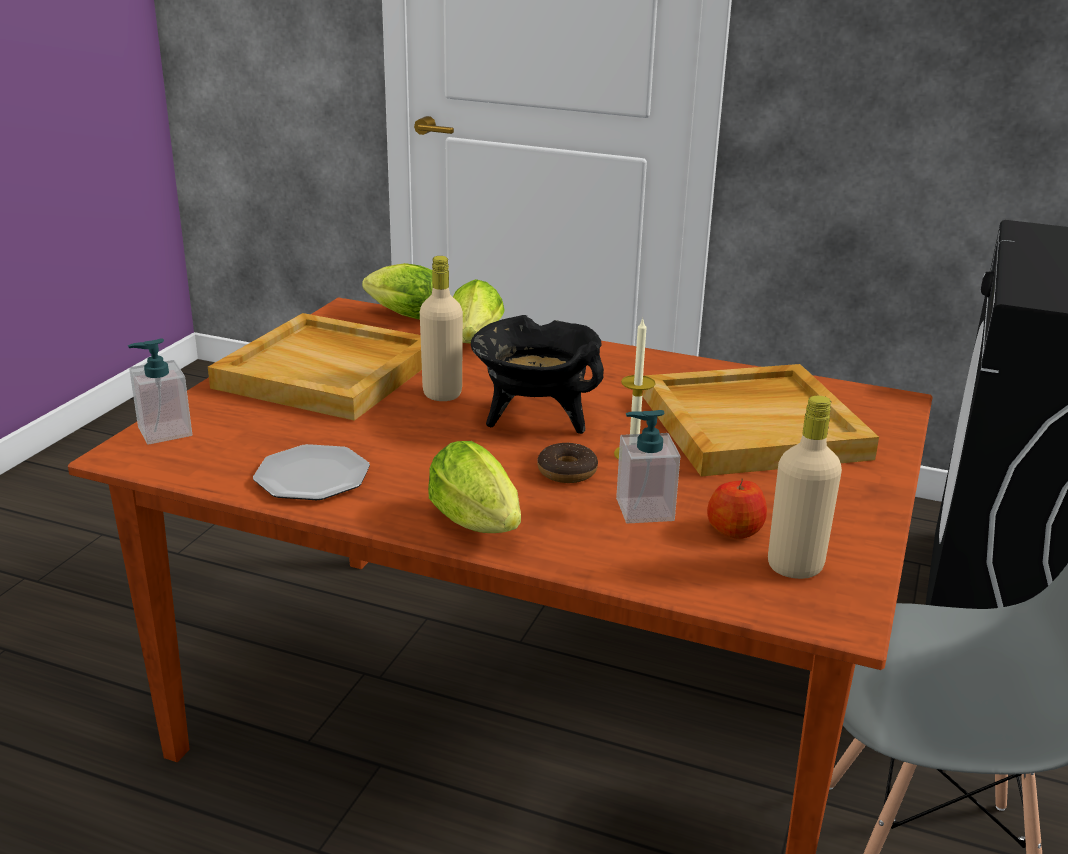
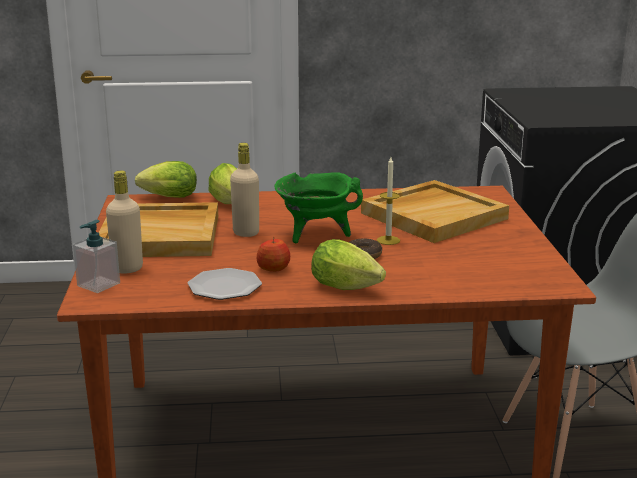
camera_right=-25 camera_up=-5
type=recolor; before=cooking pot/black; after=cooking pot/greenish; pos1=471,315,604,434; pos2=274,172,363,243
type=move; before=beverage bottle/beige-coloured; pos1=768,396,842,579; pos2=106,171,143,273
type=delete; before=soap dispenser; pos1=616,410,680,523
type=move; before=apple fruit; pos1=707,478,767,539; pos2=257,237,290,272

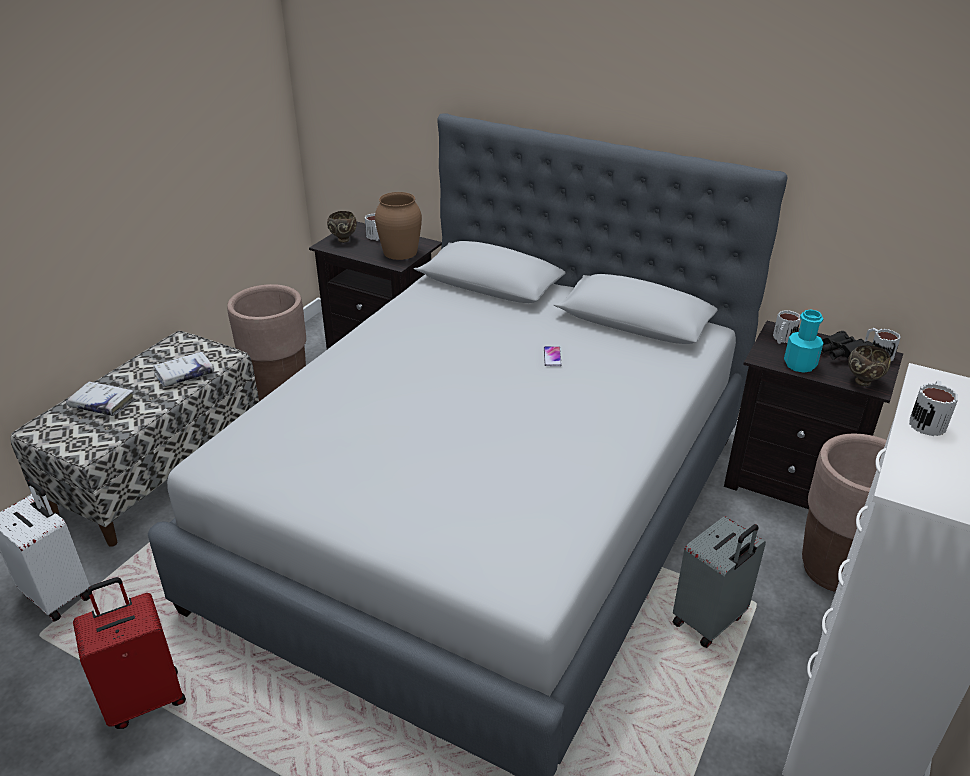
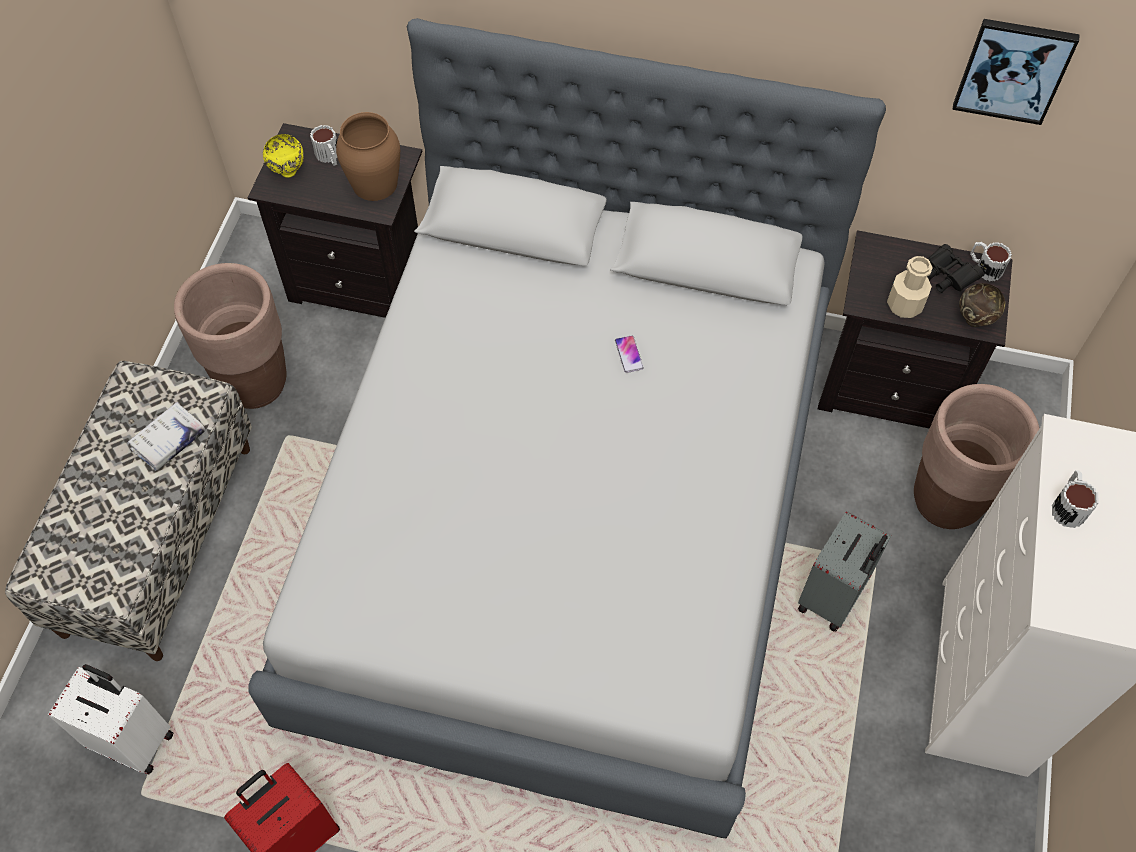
camera_right=-15 camera_up=25
type=recolor; before=deep dish/brownish; after=deep dish/yellow-coloured; pos1=327,211,357,243; pos2=263,134,304,178
type=delete; before=mug; pos1=773,310,801,344
type=recolor; before=beverage bottle/turquoise; after=beverage bottle/beige-coloured; pos1=784,310,823,373; pos2=887,256,933,318
type=delete; before=book/whitish; pos1=66,382,135,416
type=insert; after=wall picture; pos2=952,19,1080,125

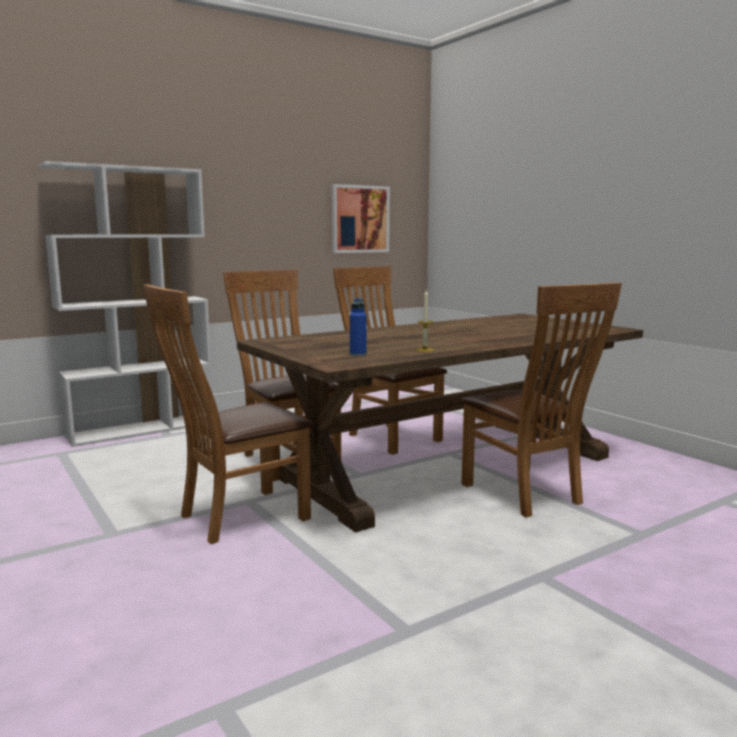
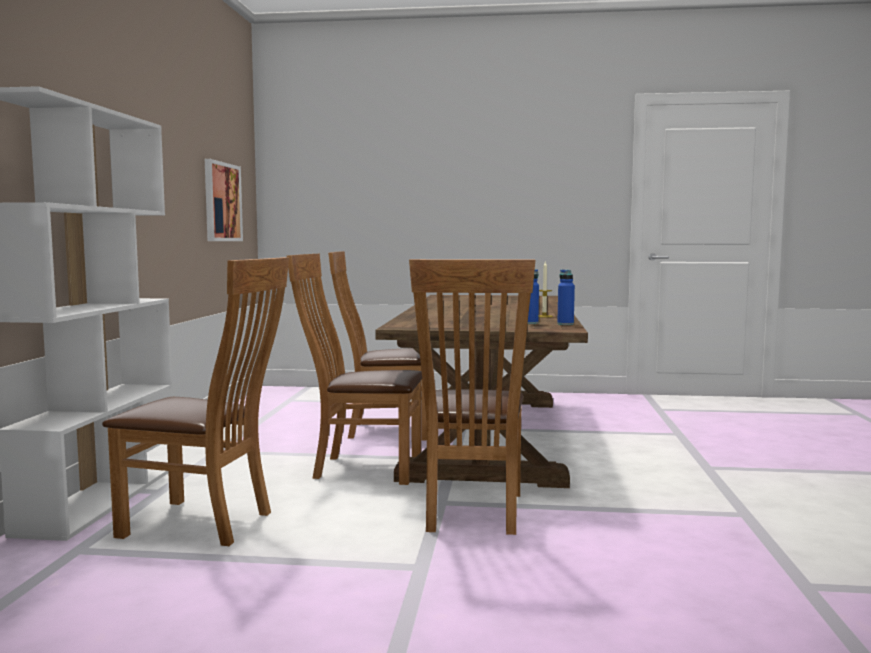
camera_right=-50 camera_up=-5
type=move; before=plain chair/brownish; pos1=461,283,622,517; pos2=102,257,289,546
type=insert; after=beverage bottle/bluish; pos2=557,270,575,325

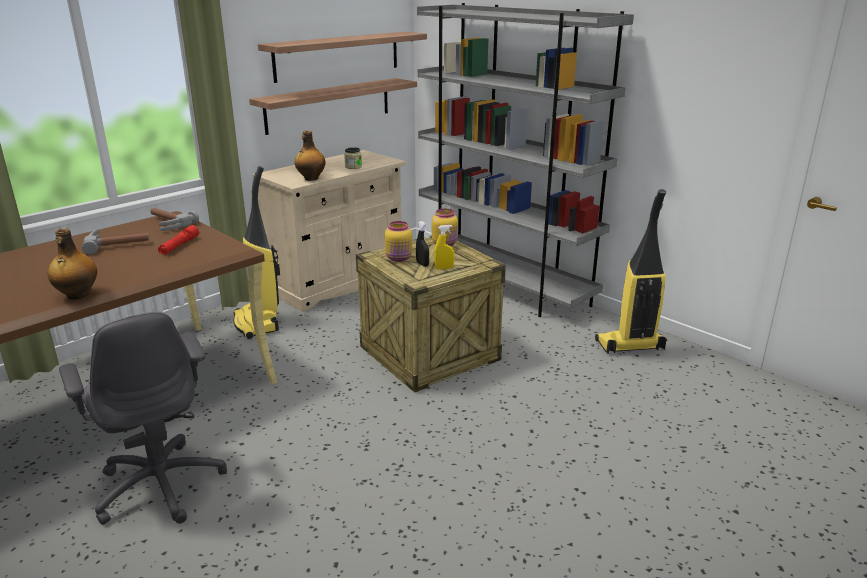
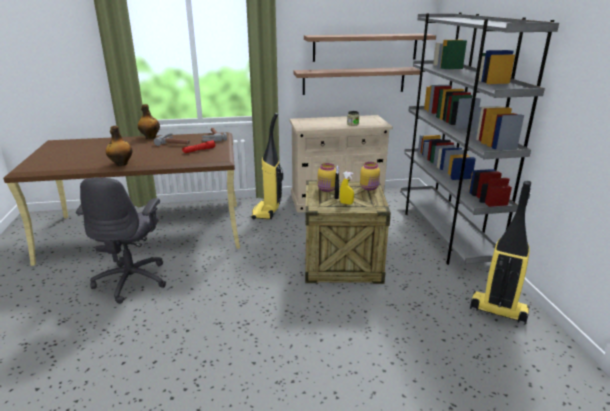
camera_right=35 camera_up=0
type=move; before=beverage bottle; pos1=295,131,326,181; pos2=138,104,160,139

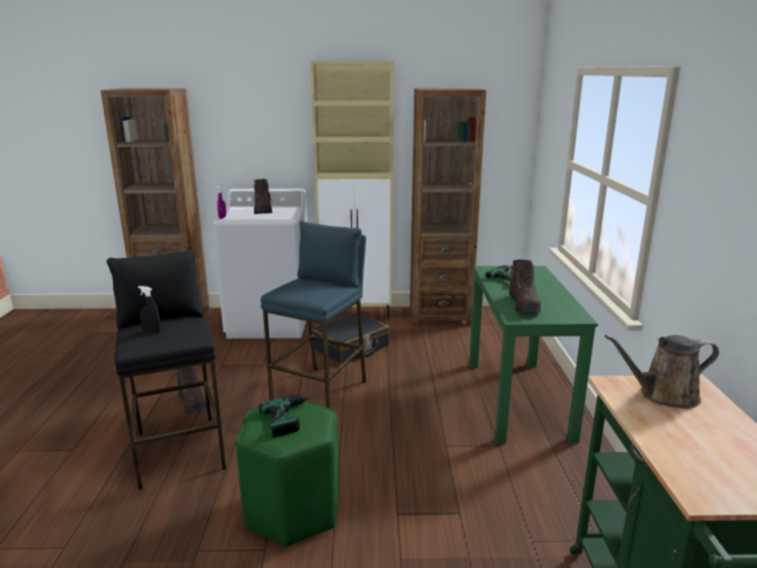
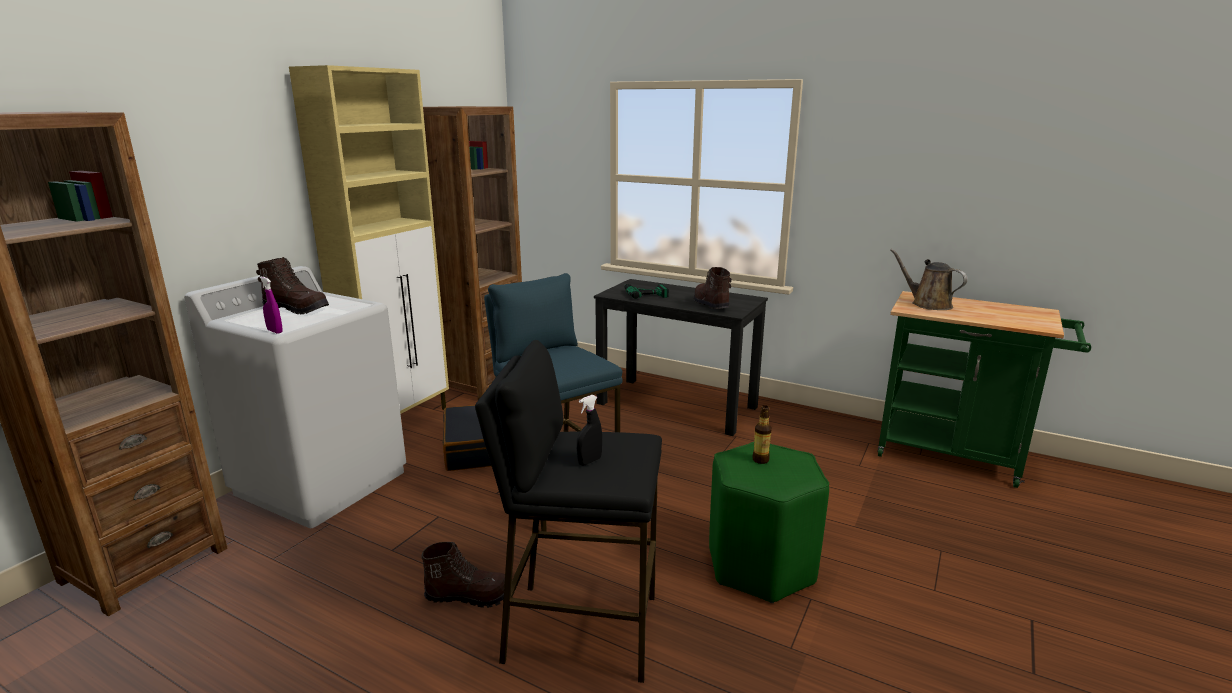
camera_right=-60 camera_up=0
type=rotate; before=high-top boot/brownish; pos1=509,260,541,312; pos2=694,267,732,309; turn=-135
type=recolor; before=desk/greenish; after=desk/black; pos1=469,266,598,444; pos2=594,279,768,436
type=rotate; before=watering pot/brownish; pos1=605,335,719,409; pos2=890,249,968,310; turn=120
type=replace; before=power drill; after=beverage bottle; pos1=259,394,317,437; pos2=752,405,772,464

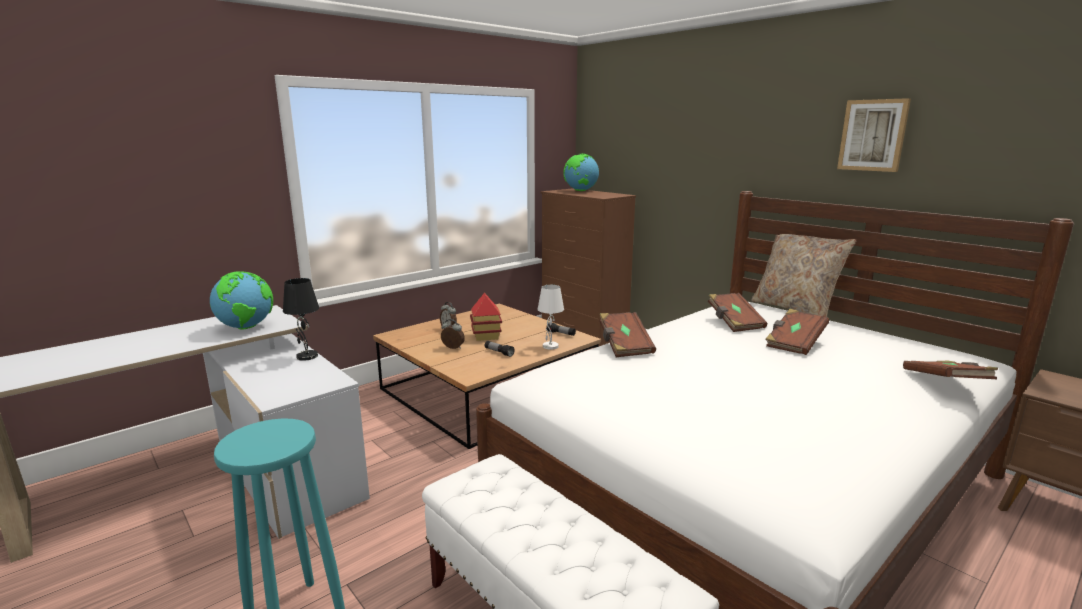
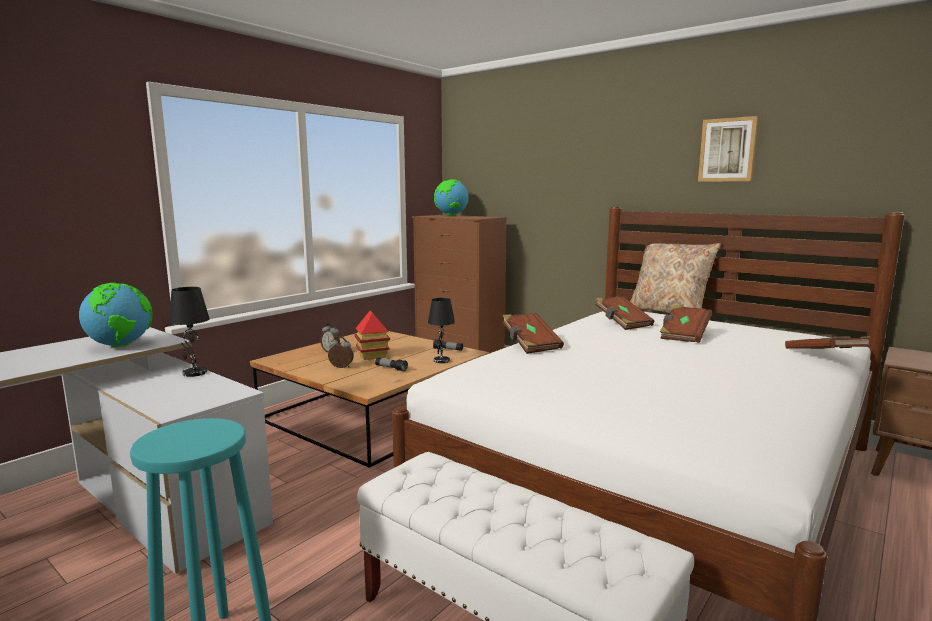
camera_right=-10 camera_up=-5
type=recolor; before=tabletop lamp/whitish; after=tabletop lamp/black; pos1=537,285,564,350; pos2=428,298,455,363

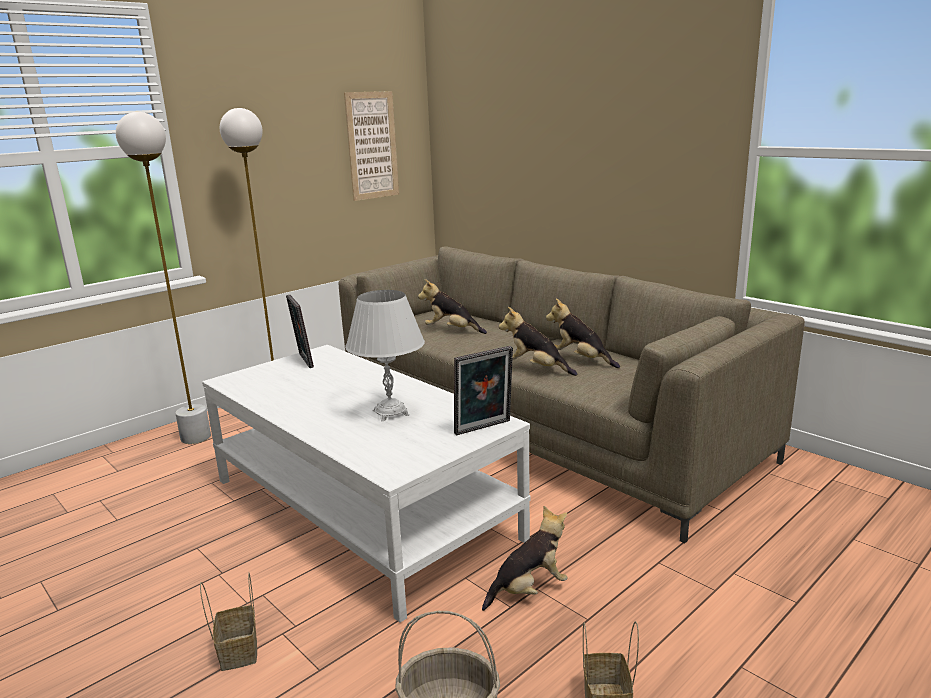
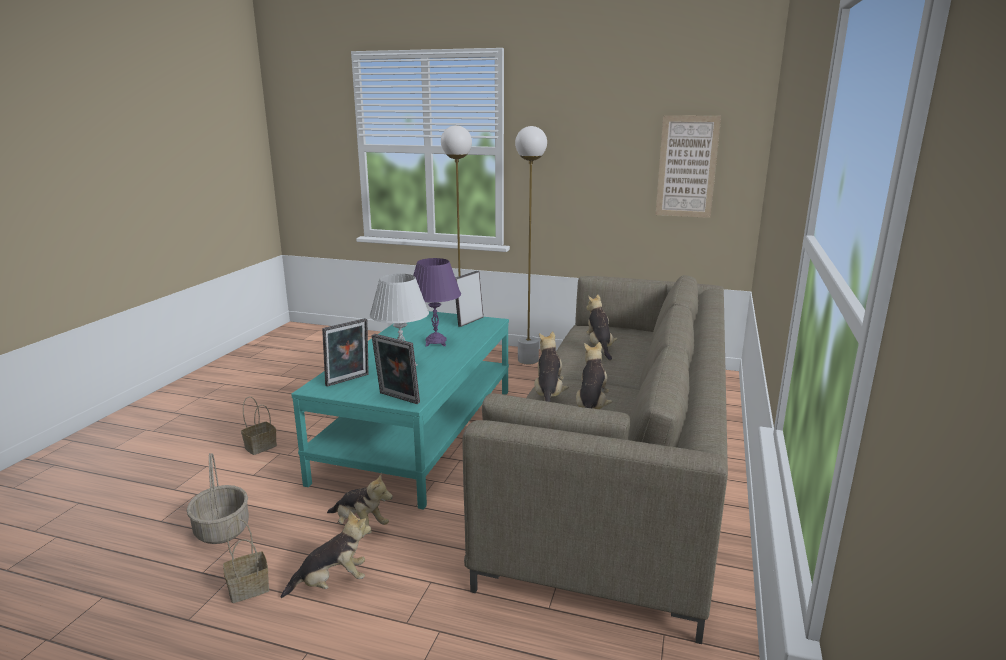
camera_right=60 camera_up=0
type=recolor; before=coffee table/whitish; after=coffee table/turquoise; pos1=202,345,531,623; pos2=291,311,509,510
type=insert; after=tabletop lamp/purple-coloured; pos2=413,258,461,347
type=insert; after=picture frame; pos2=322,318,369,387
type=insert; after=cuddly toy; pos2=281,510,371,598

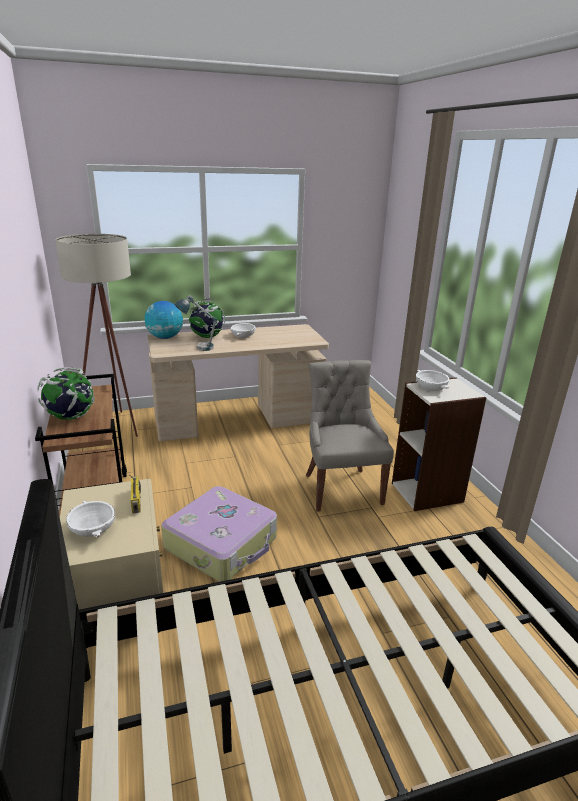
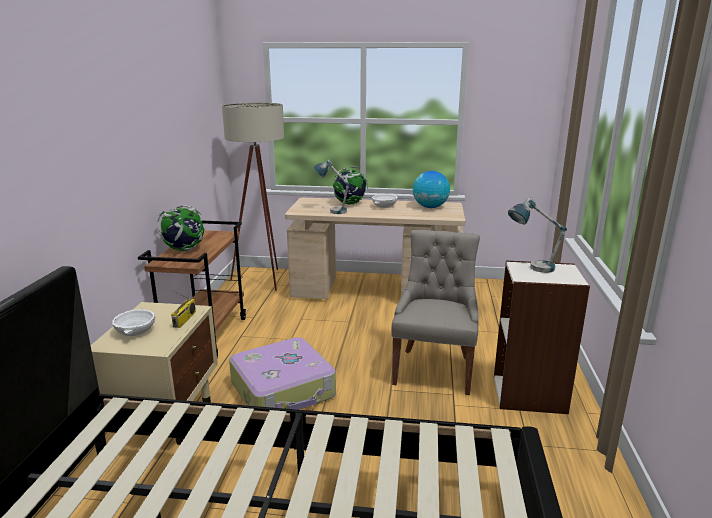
camera_right=25 camera_up=-5
type=move; before=world globe; pos1=145,301,183,339; pos2=413,171,450,208
type=replace; before=deep dish/whitish; after=tabletop lamp; pos1=416,370,450,391; pos2=508,197,567,273

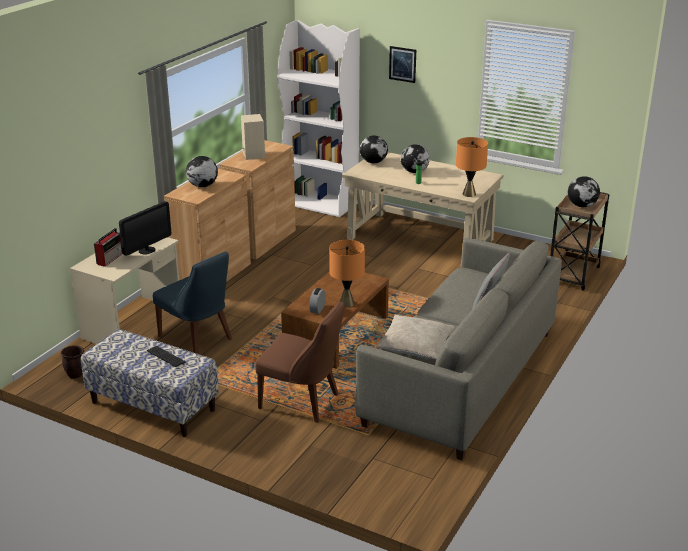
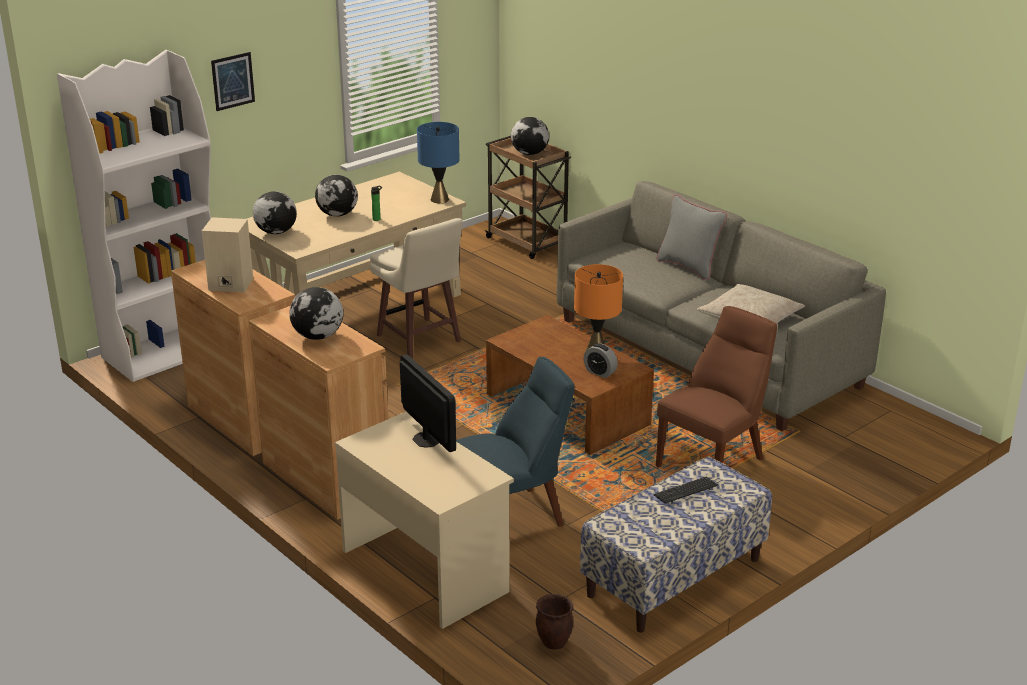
camera_right=-70 camera_up=0
type=recolor; before=tabletop lamp/orange; after=tabletop lamp/bluish; pos1=456,137,488,197; pos2=417,122,460,203
type=delete; before=radio set; pos1=94,228,123,267
type=insert; after=sitting stool/beige-coloured; pos2=370,218,463,358

